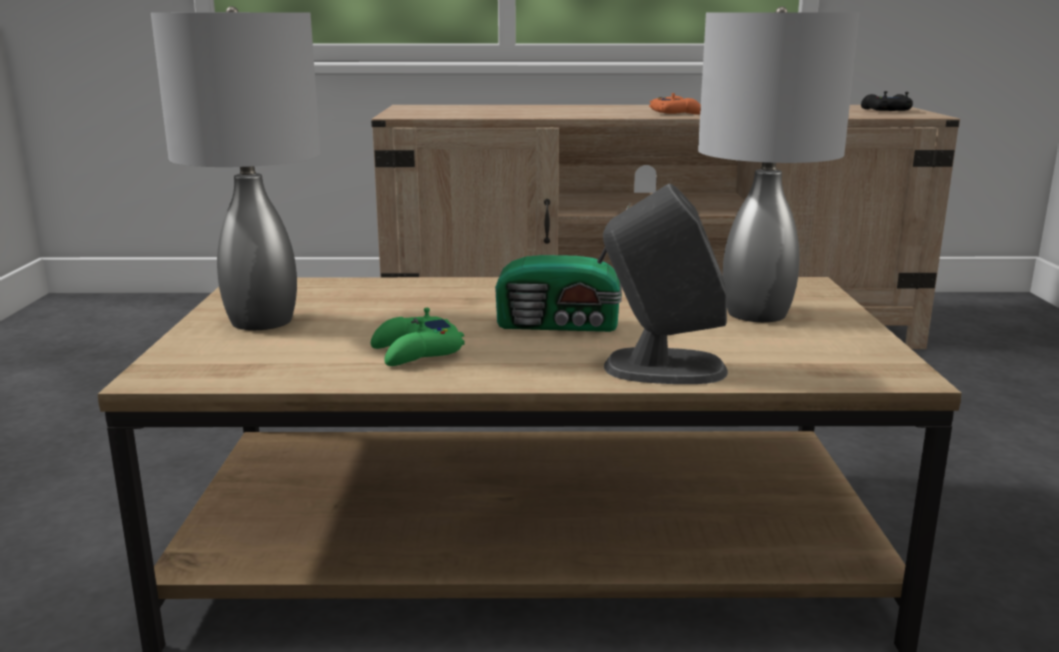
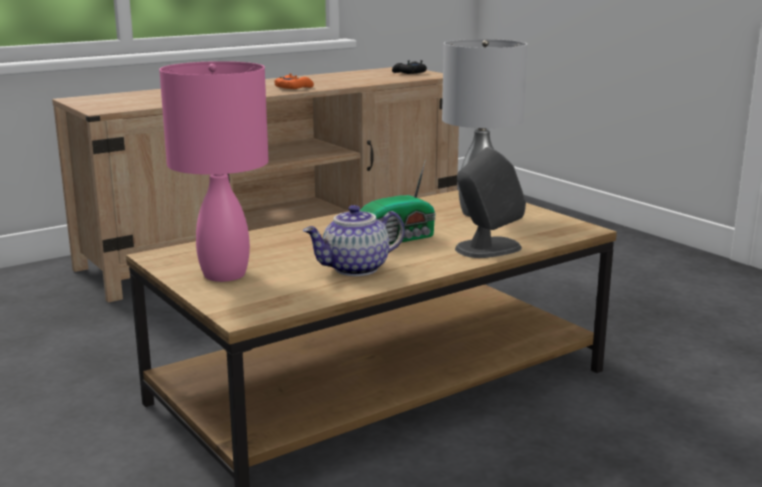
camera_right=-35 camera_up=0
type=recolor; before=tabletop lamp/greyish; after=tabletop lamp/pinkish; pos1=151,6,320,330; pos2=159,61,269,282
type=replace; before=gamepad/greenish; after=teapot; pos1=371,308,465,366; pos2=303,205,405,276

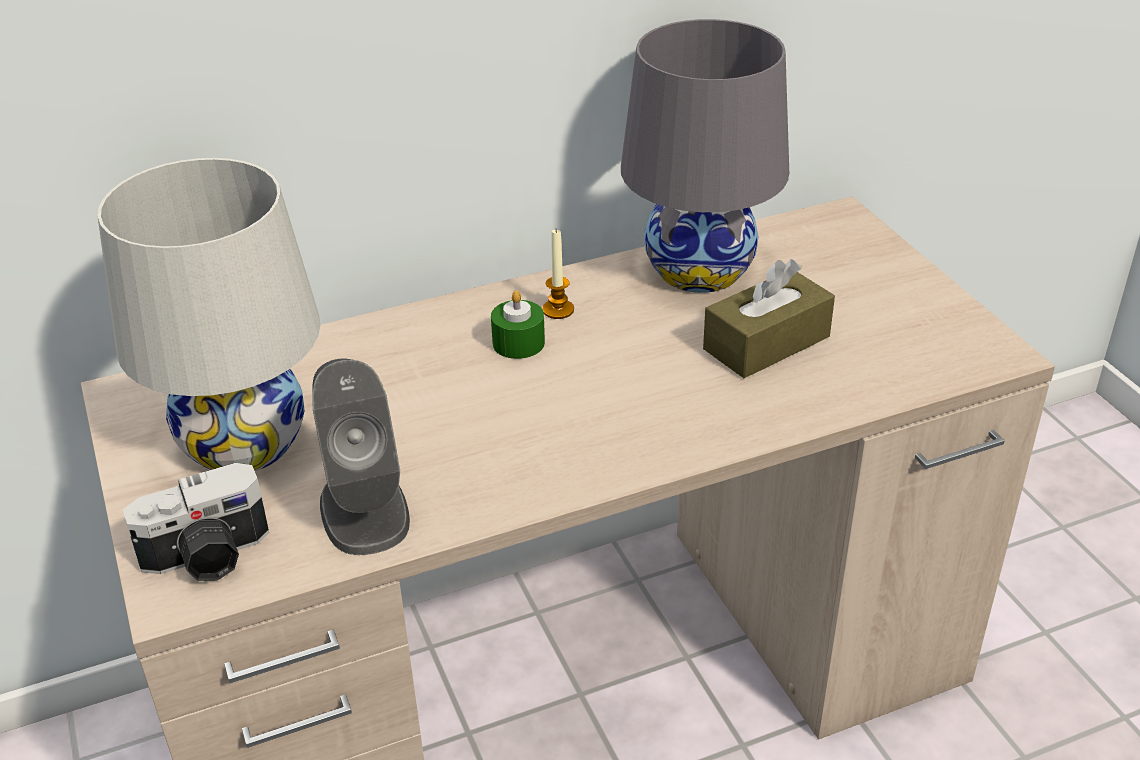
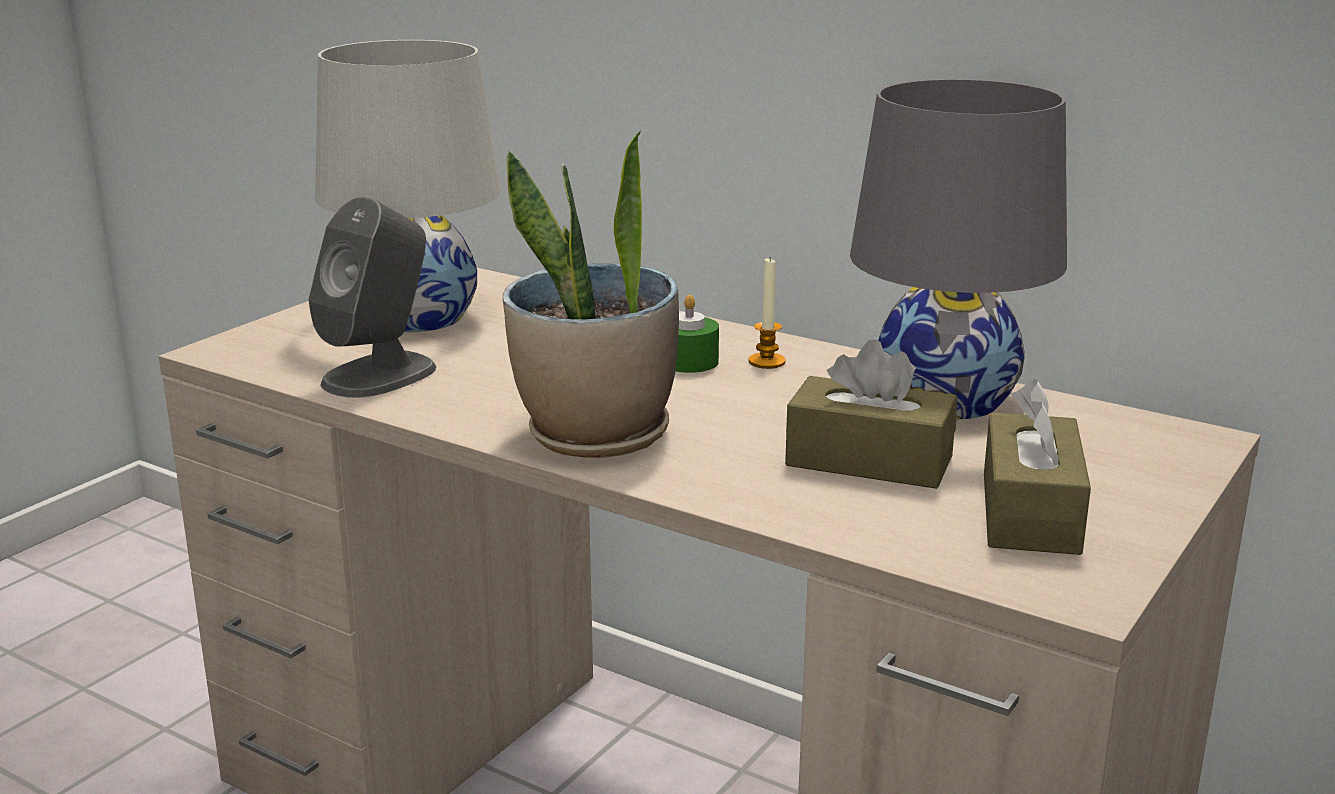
camera_right=55 camera_up=-15
type=delete; before=photo camera; pos1=123,463,269,581
type=insert; after=potted plant; pos2=503,130,679,458
type=insert; after=box of tissues/brownish; pos2=984,380,1091,555

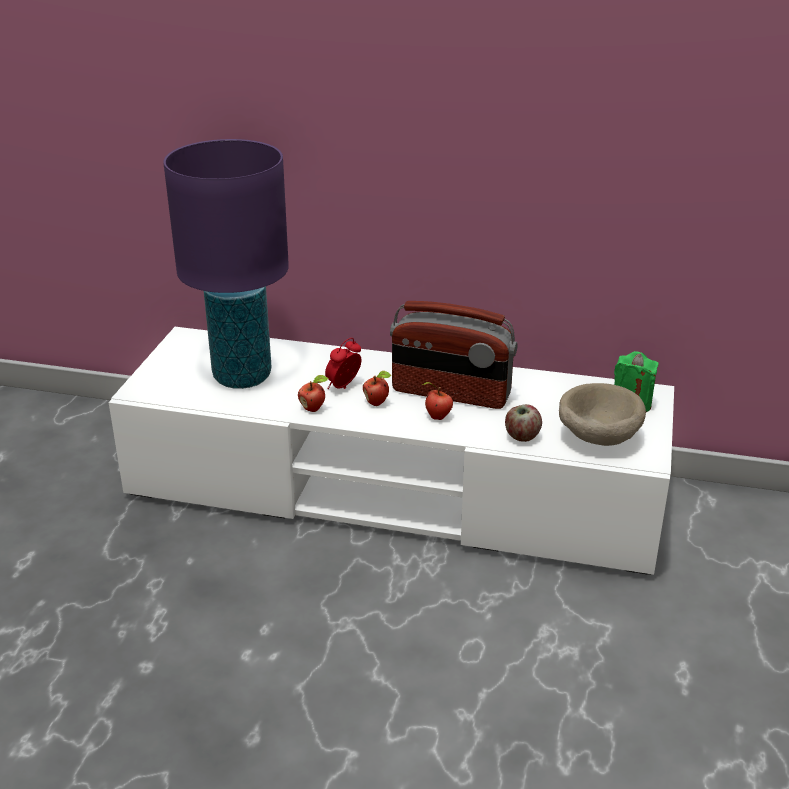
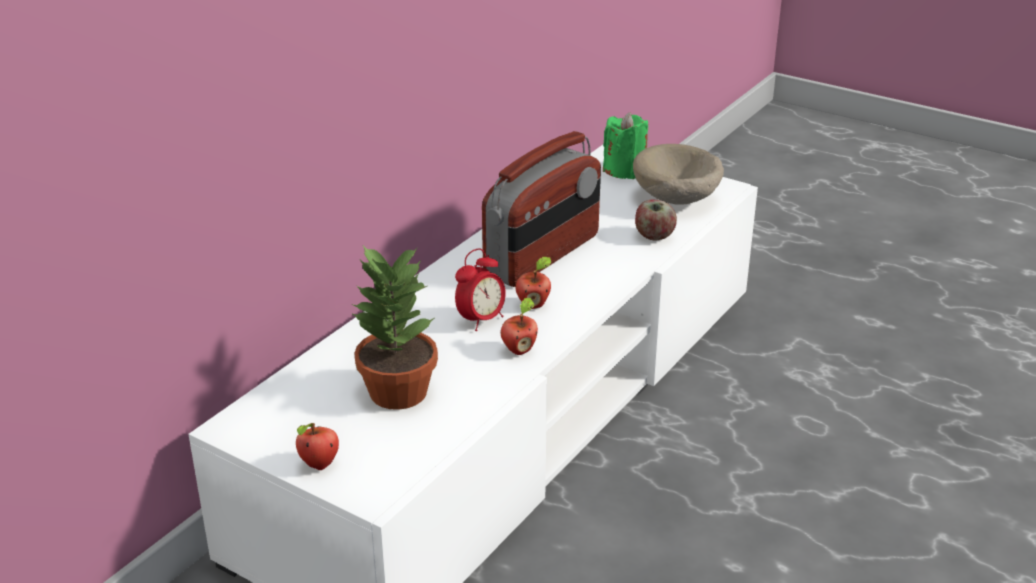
camera_right=-70 camera_up=0
type=replace; before=tabletop lamp/purple-coloured; after=potted plant; pos1=163,139,289,389; pos2=351,246,438,410
type=rotate; before=table clock; pos1=325,338,362,389; pos2=455,248,506,331; turn=-105
type=move; before=apple fruit; pos1=422,382,453,420; pos2=296,423,339,470

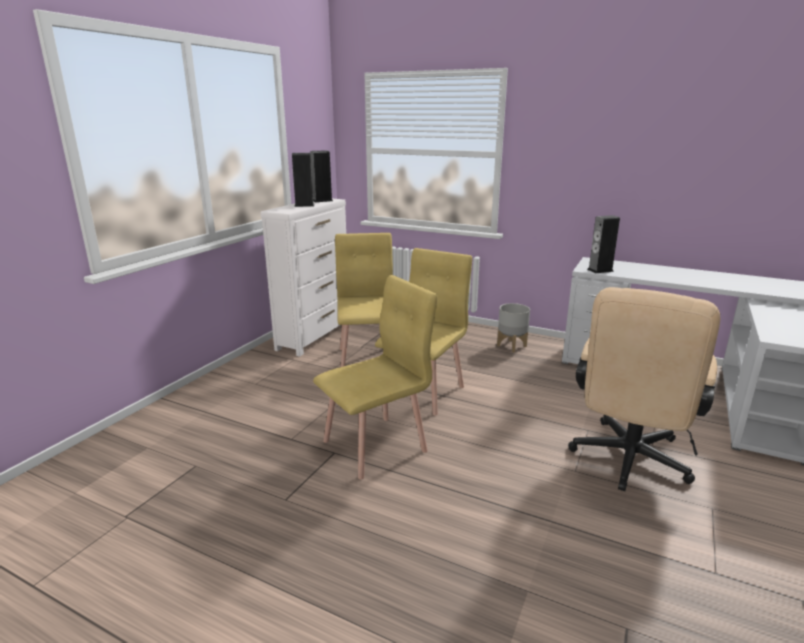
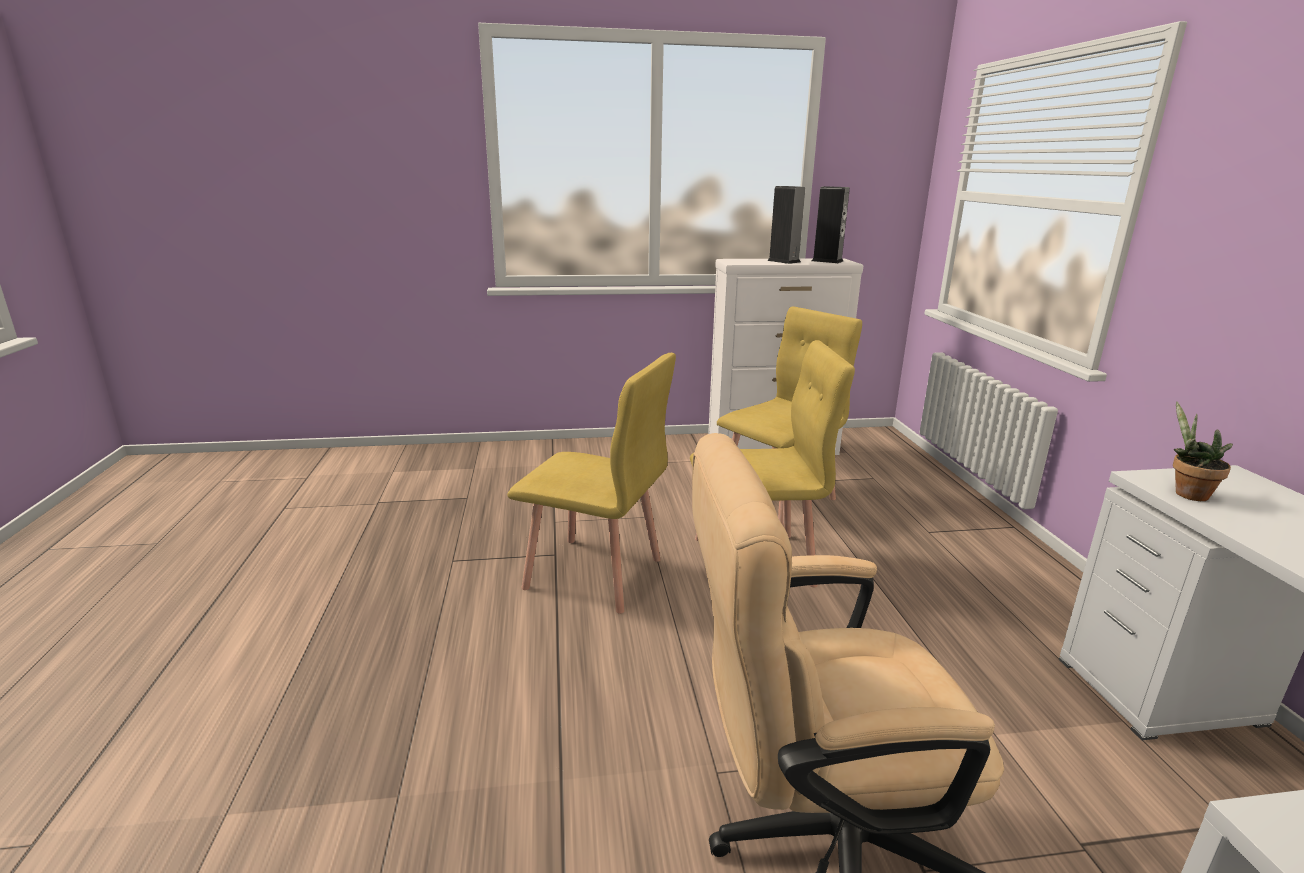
camera_right=55 camera_up=0
type=replace; before=audio speaker; after=potted plant; pos1=587,215,620,273; pos2=1173,401,1233,501
type=delete; before=plant pot/greyish; pos1=497,303,530,352

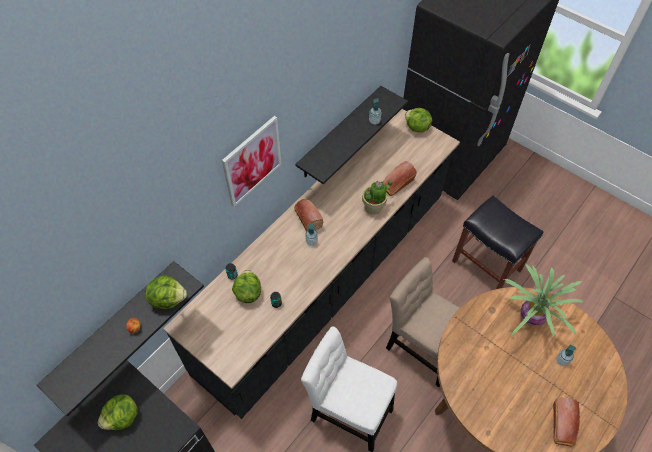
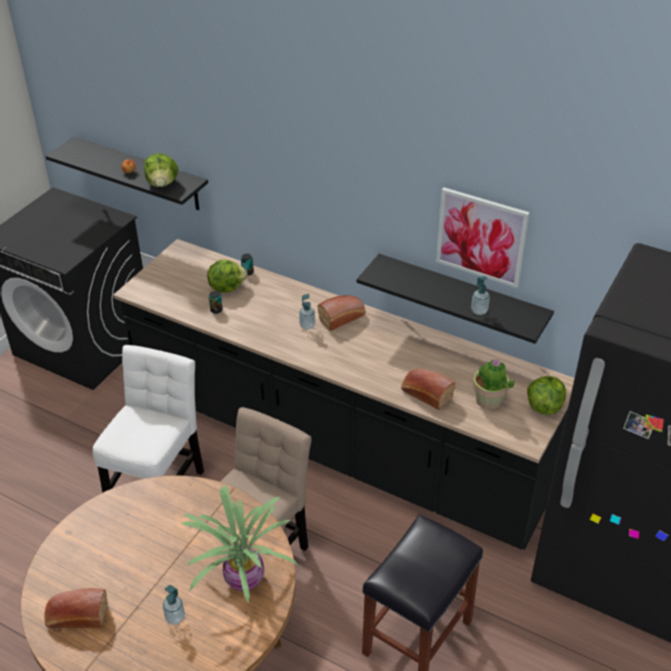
camera_right=80 camera_up=-15
type=move; before=wall picture; pos1=222,116,282,207; pos2=436,187,530,288
type=move; before=potted plant; pos1=362,180,392,215; pos2=473,359,515,410
type=delete; before=head of lettuce; pos1=98,394,138,430

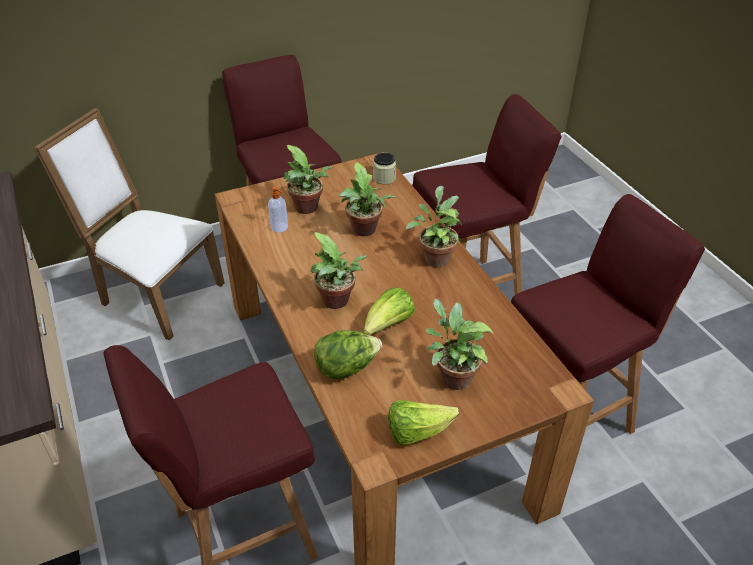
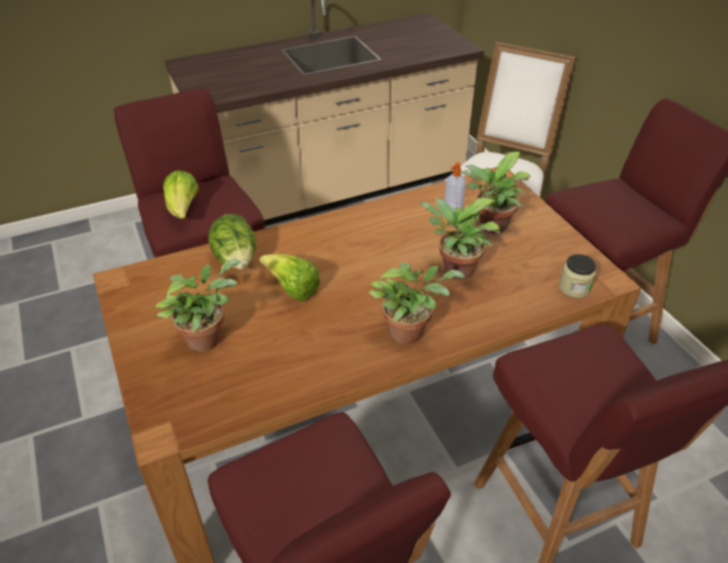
camera_right=90 camera_up=0
type=delete; before=potted plant; pos1=311,232,367,309
type=move; before=head of lettuce; pos1=388,400,459,445; pos2=163,170,199,219

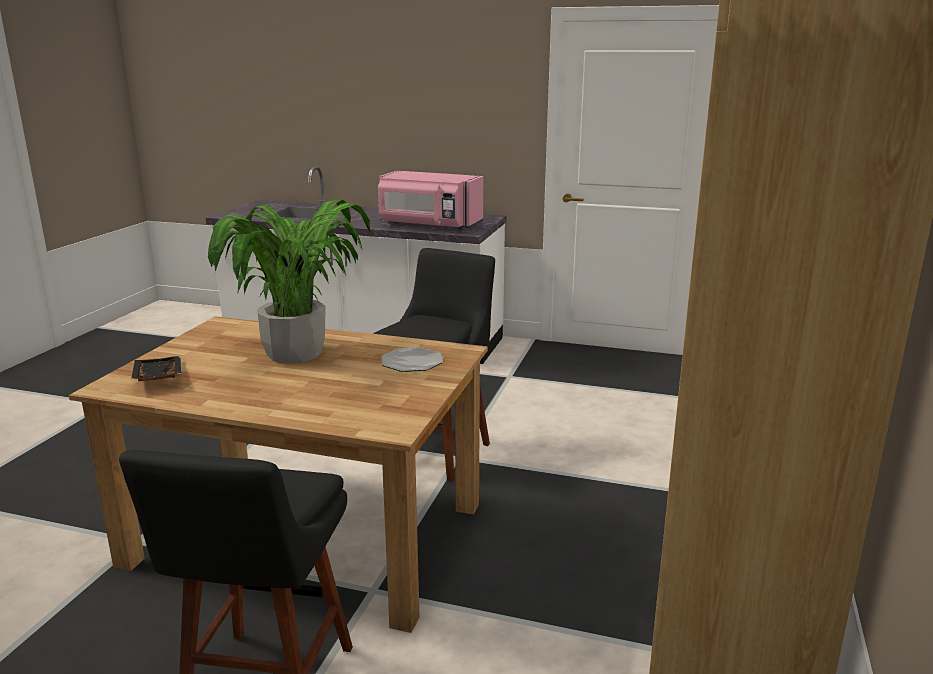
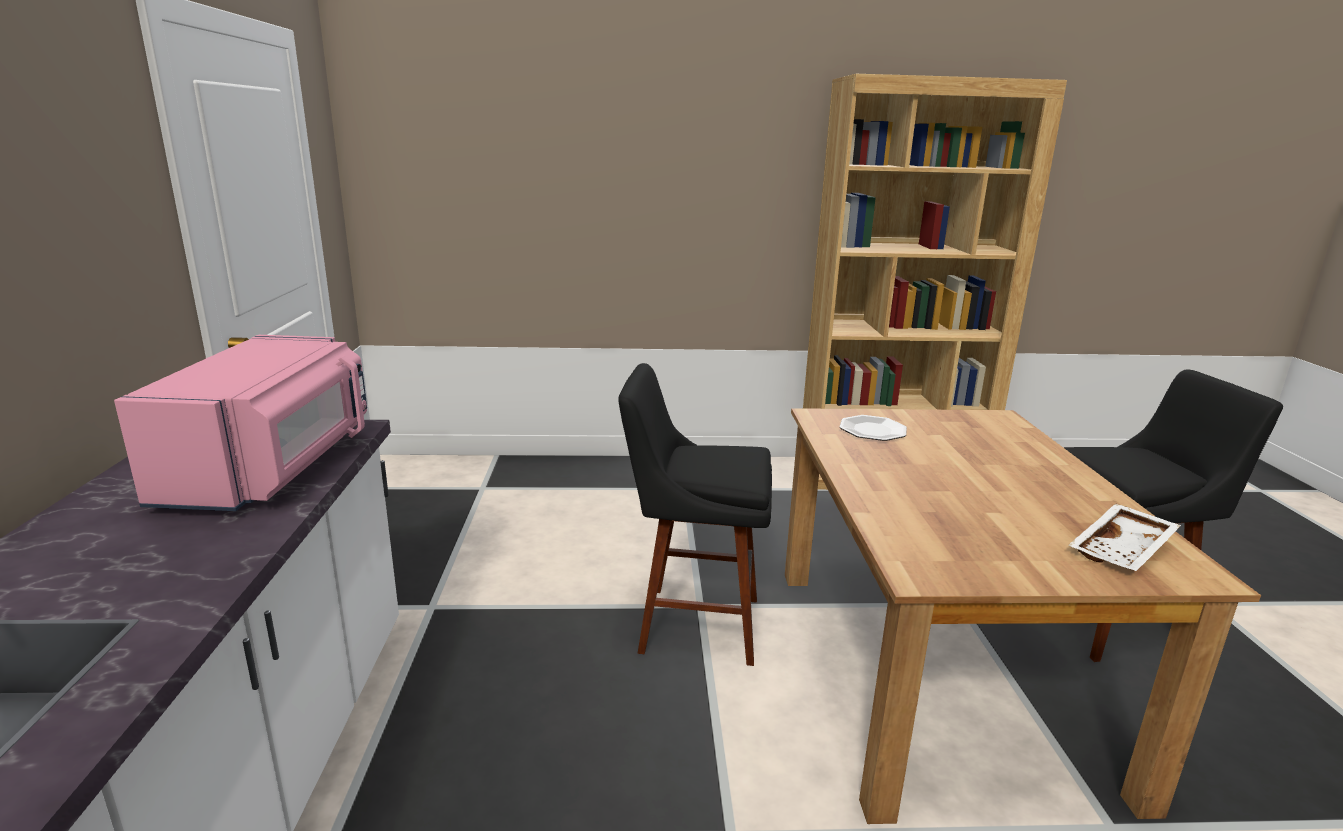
camera_right=-110 camera_up=0
type=delete; before=potted plant; pos1=208,200,370,363
type=recolor; before=tray/black; after=tray/whitish; pos1=131,356,181,381; pos2=1068,503,1181,571

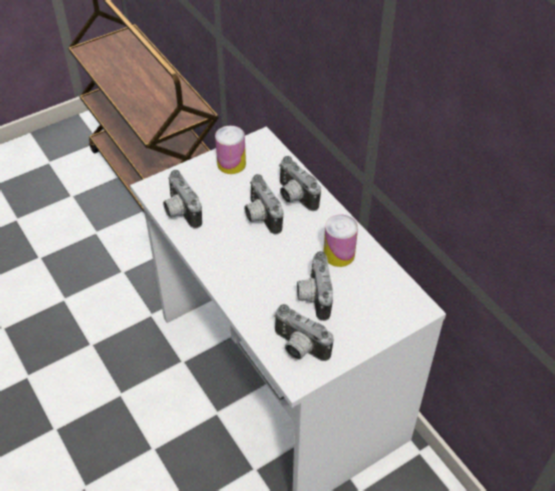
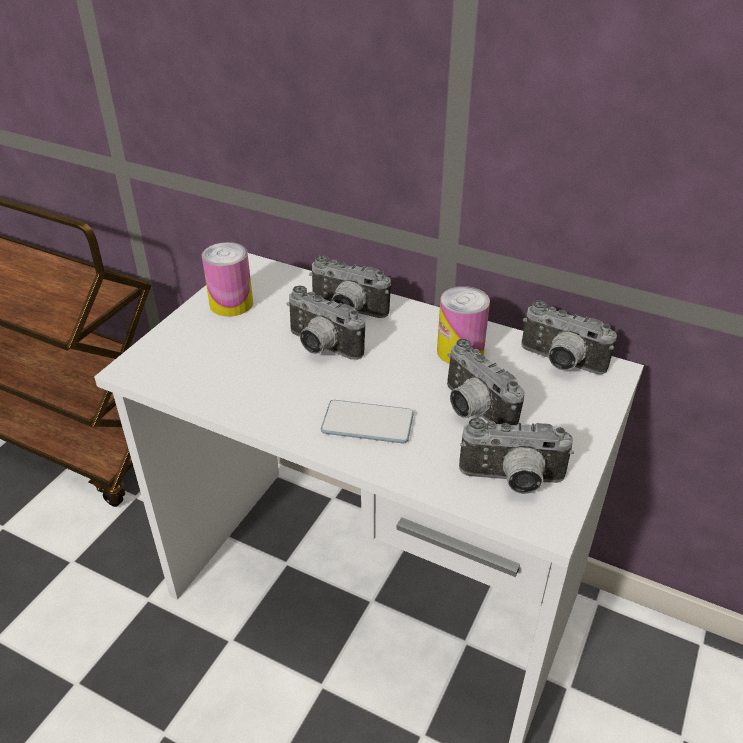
camera_right=-30 camera_up=-10
type=move; before=photo camera; pos1=163,170,202,228; pos2=521,300,617,374
type=insert; after=phone; pos2=321,400,414,443

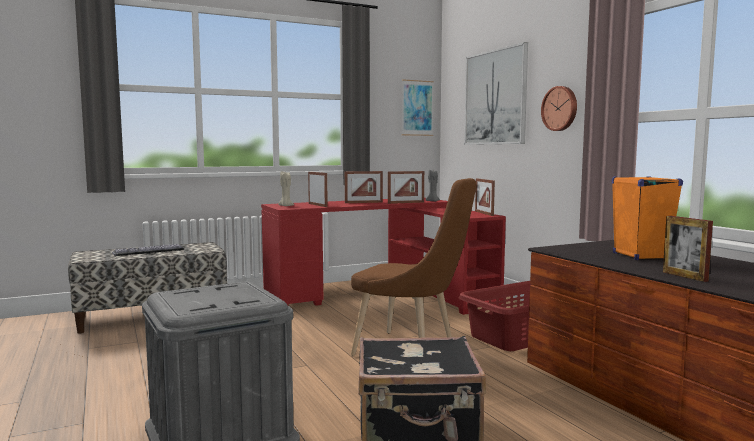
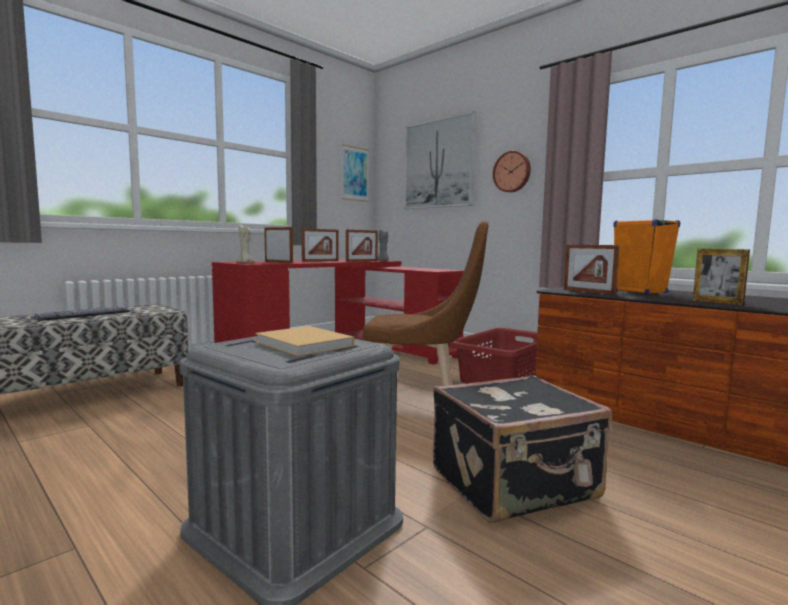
camera_right=-20 camera_up=0
type=move; before=picture frame; pos1=475,178,495,216; pos2=564,245,620,295
type=insert; after=book/beige-coloured; pos2=255,326,354,356

